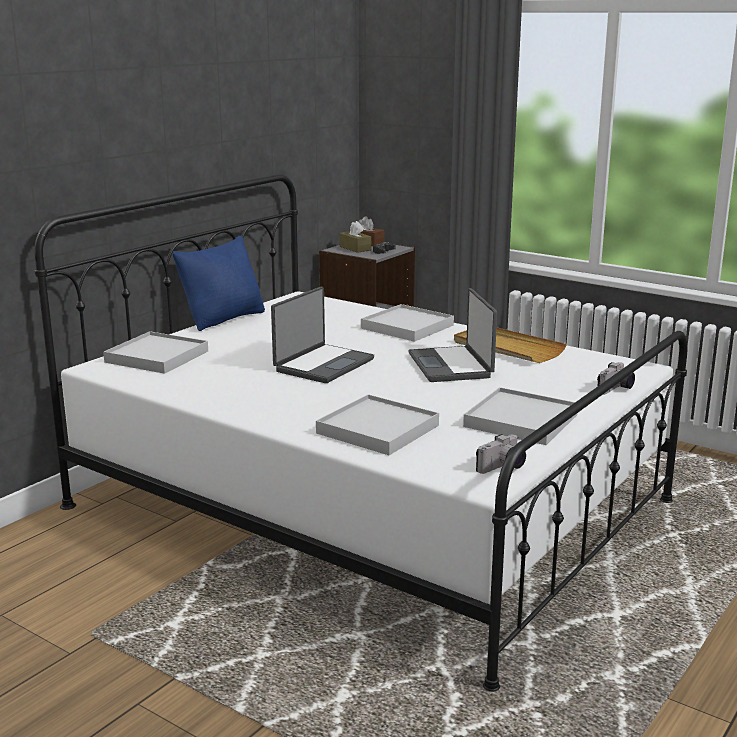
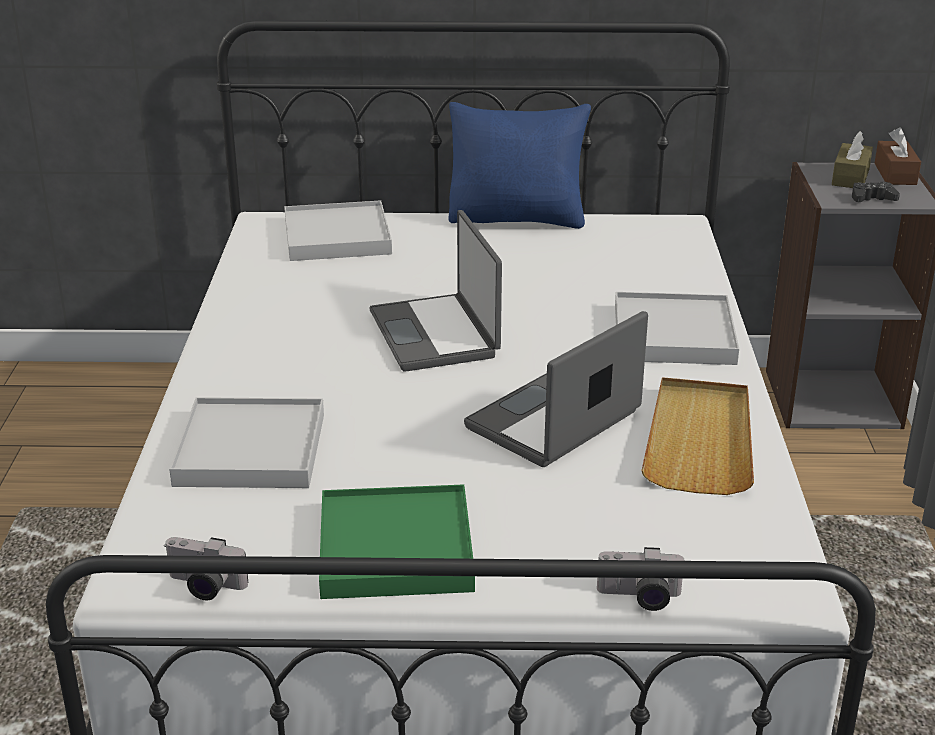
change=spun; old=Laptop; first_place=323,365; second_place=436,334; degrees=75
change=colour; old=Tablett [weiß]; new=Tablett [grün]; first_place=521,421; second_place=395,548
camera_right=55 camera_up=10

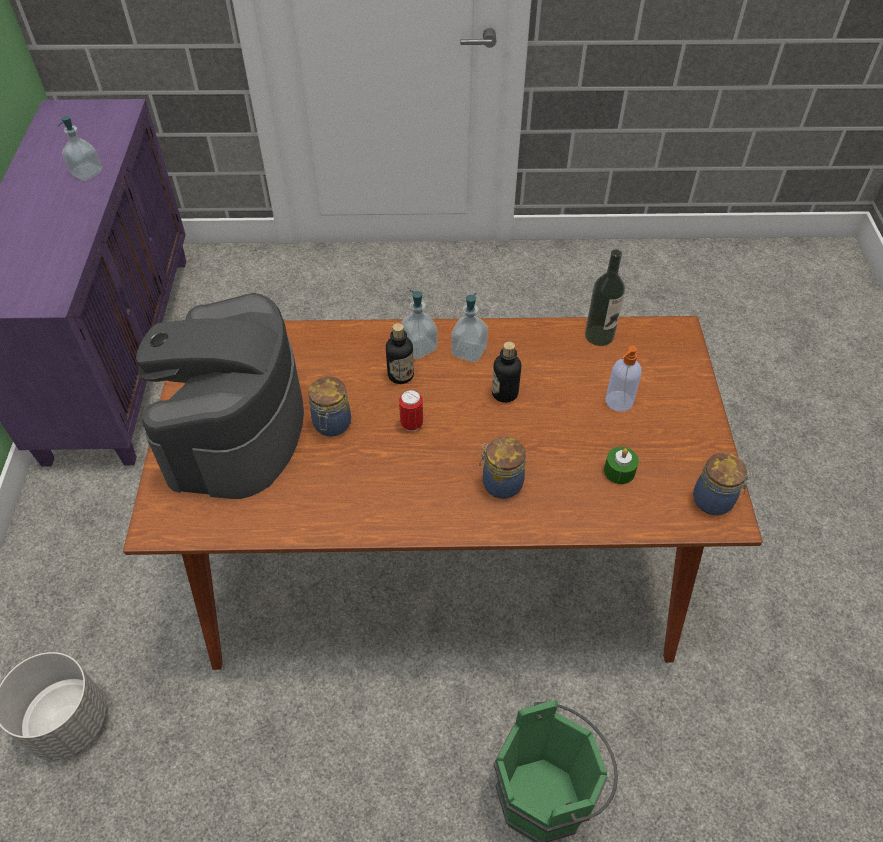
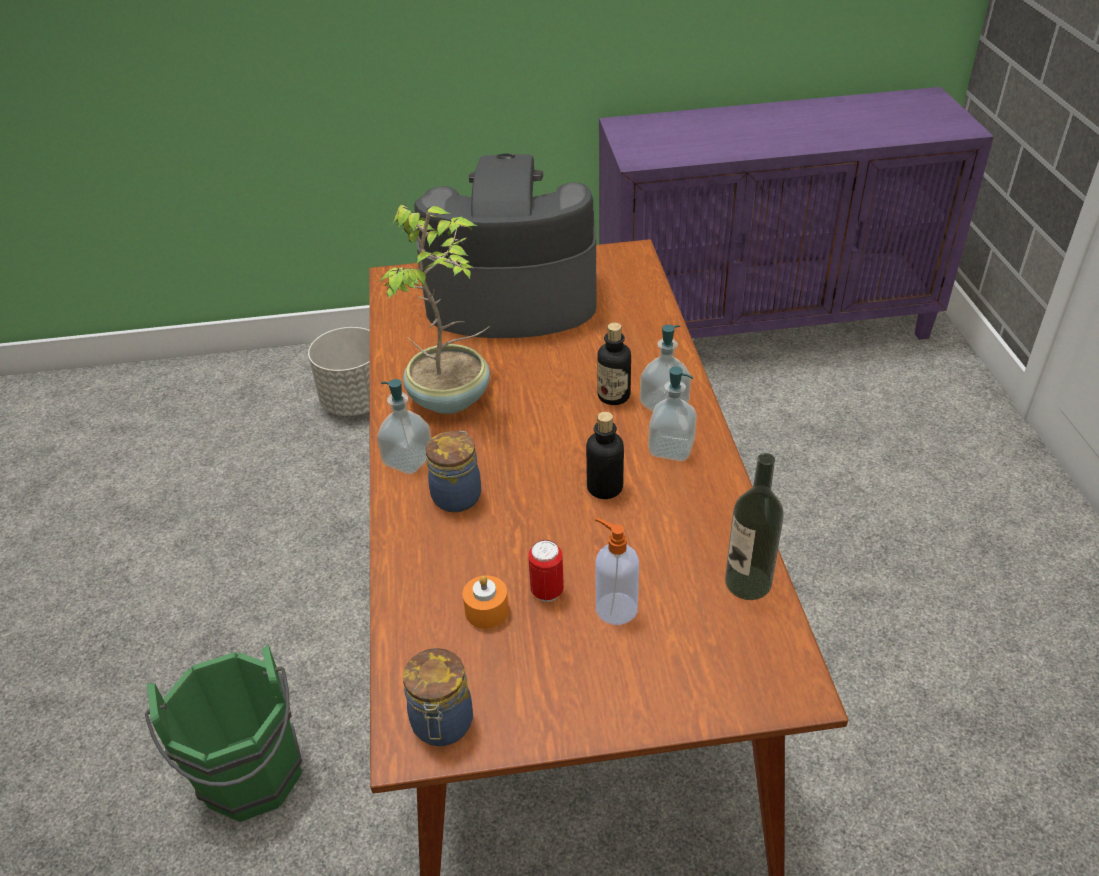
change=relocated; old=Seifenspender; first_place=87,173; second_place=408,460
change=missing; old=Vorratsglas; first_place=331,425
change=relocated; old=Dose; first_place=411,424; second_place=547,591
change=colour; old=Kerze [grün]; new=Kerze [orange]; first_place=619,471; second_place=487,611
change=appeared; new=Topfpflanze; second_place=452,398
camera_right=85 camera_up=-10

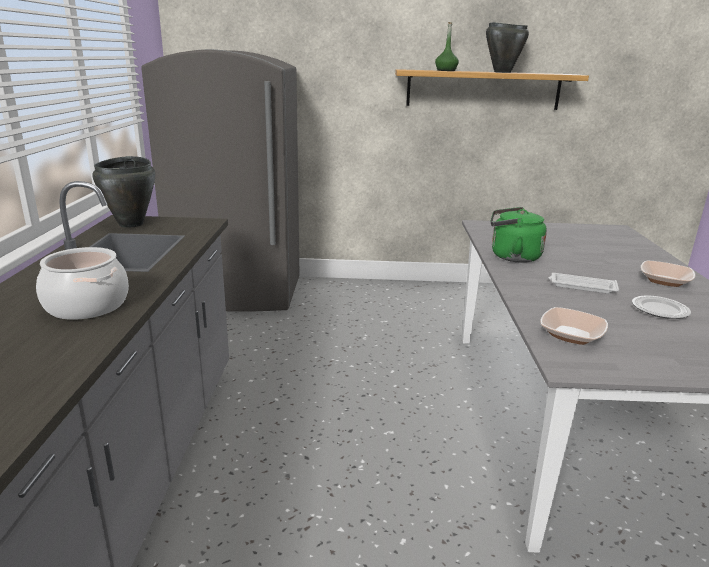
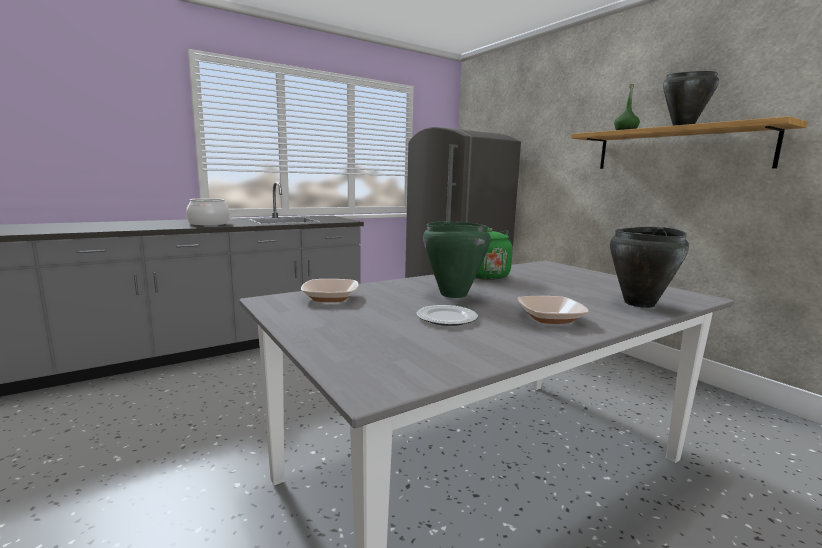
change=relocated; old=Kochtopf [schwarz]; first_place=131,224; second_place=640,303
change=exchanged; old=Tablett [weiß]; new=Kochtopf [grün]; first_place=581,286; second_place=453,294
camera_right=55 camera_up=-10

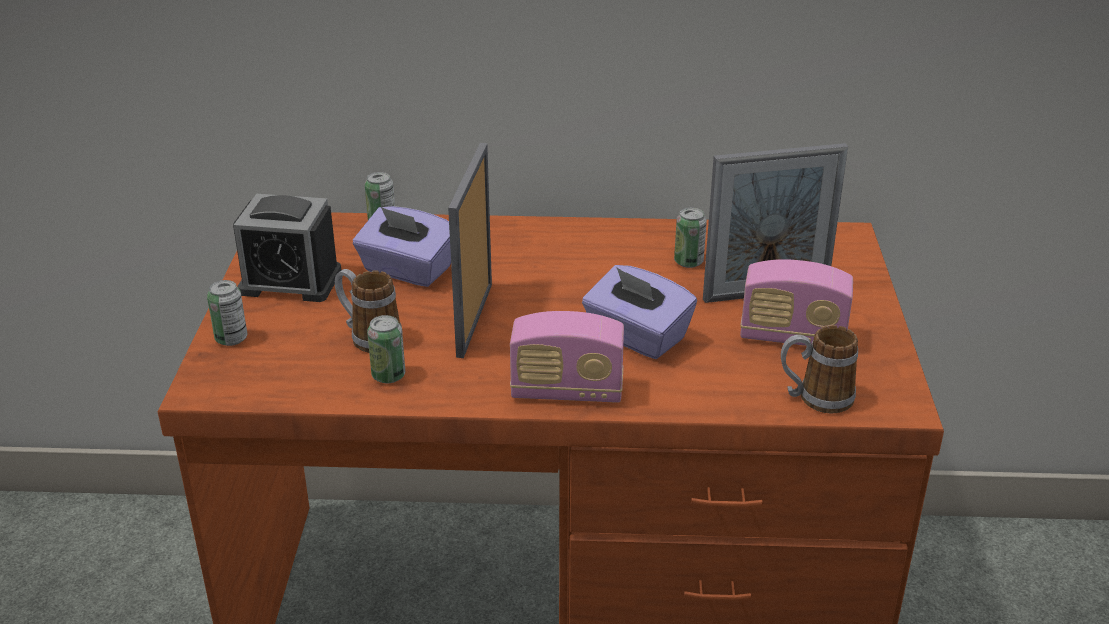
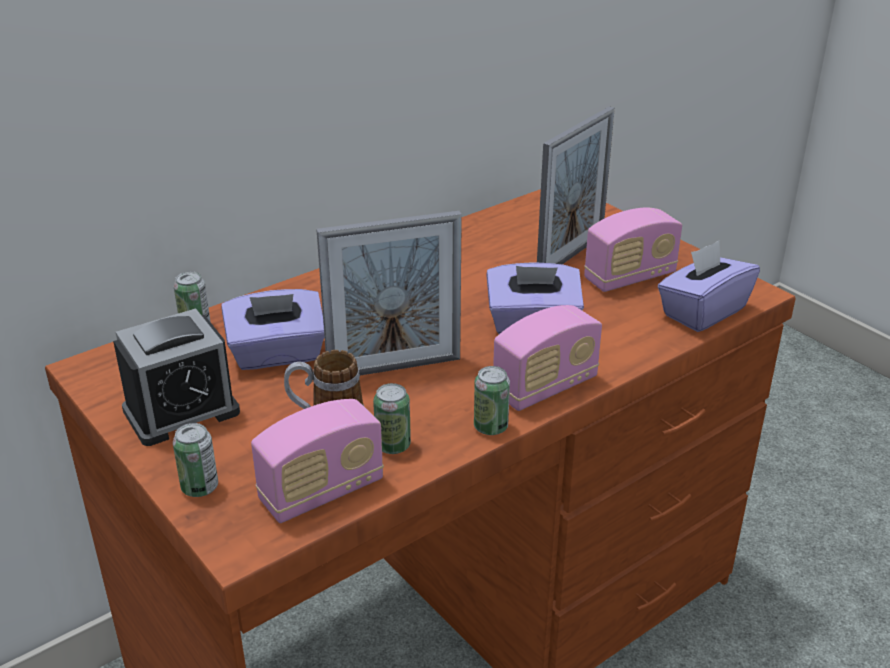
change=spun; old=Bilderrahmen; first_place=474,319; second_place=394,368; degrees=-75
change=relocated; old=Dose; first_place=688,262; second_place=490,427
change=exchanged; old=Henkelbecher; new=Taschentuchbox [lila]; first_place=815,398; second_place=702,312
change=appeared; new=Radio; second_place=321,492
camera_right=-40 camera_up=0

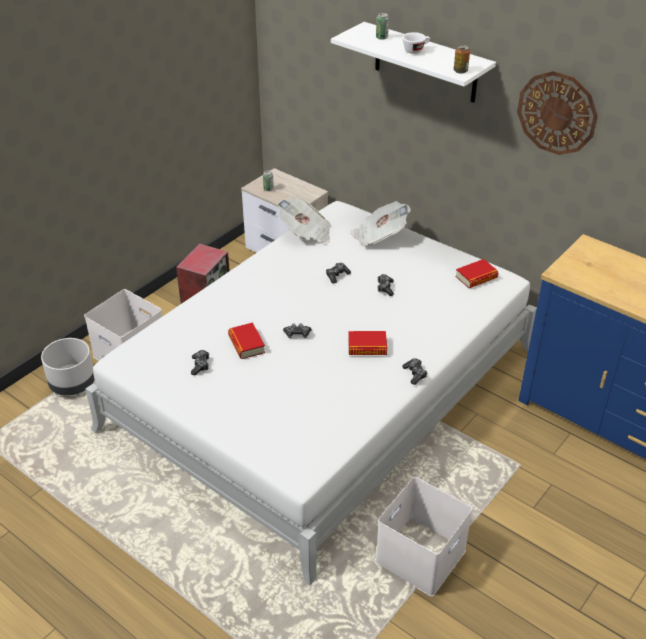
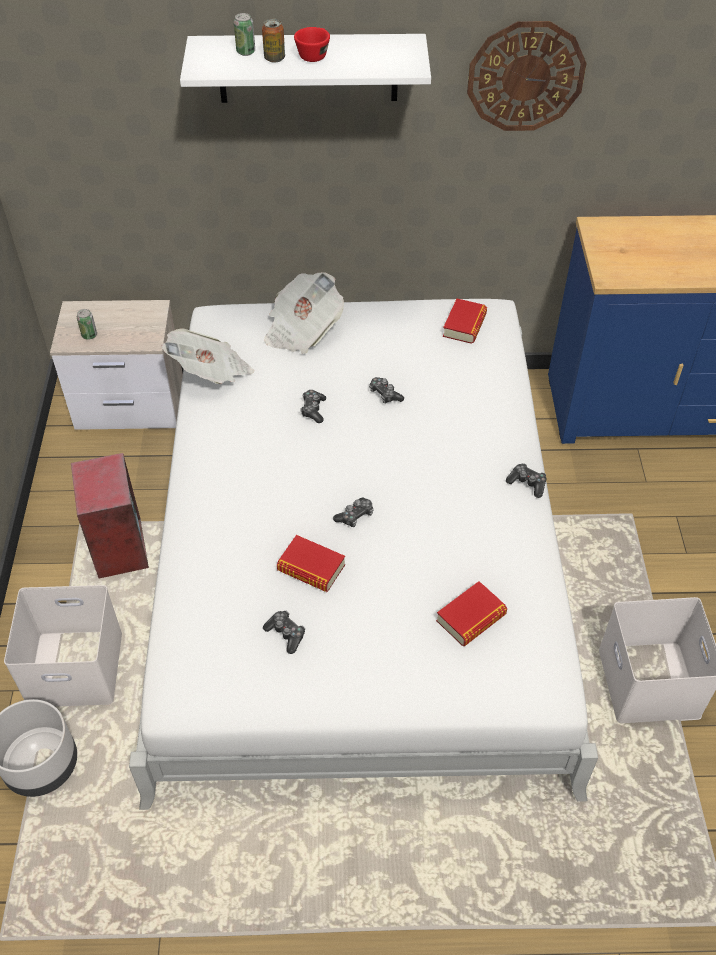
change=relocated; old=Buch; first_place=367,347; second_place=471,618
change=colour; old=Tasse [weiß]; new=Tasse [rot]; first_place=416,50; second_place=314,54
change=relocated; old=Dose; first_place=460,71; second_place=274,58
camera_right=-40 camera_up=10

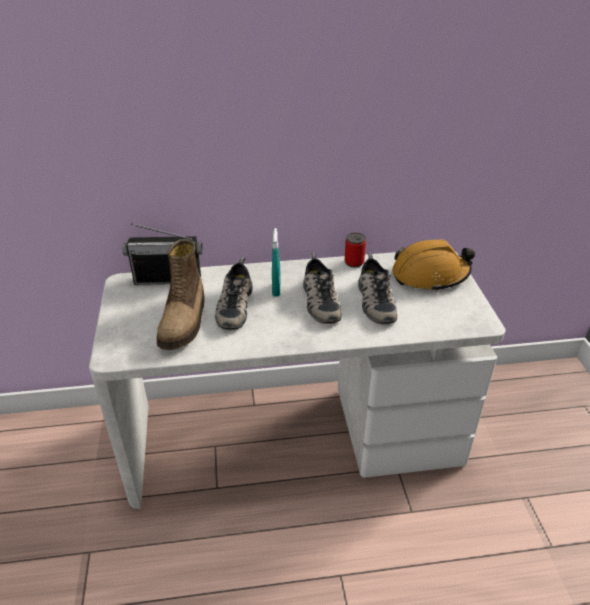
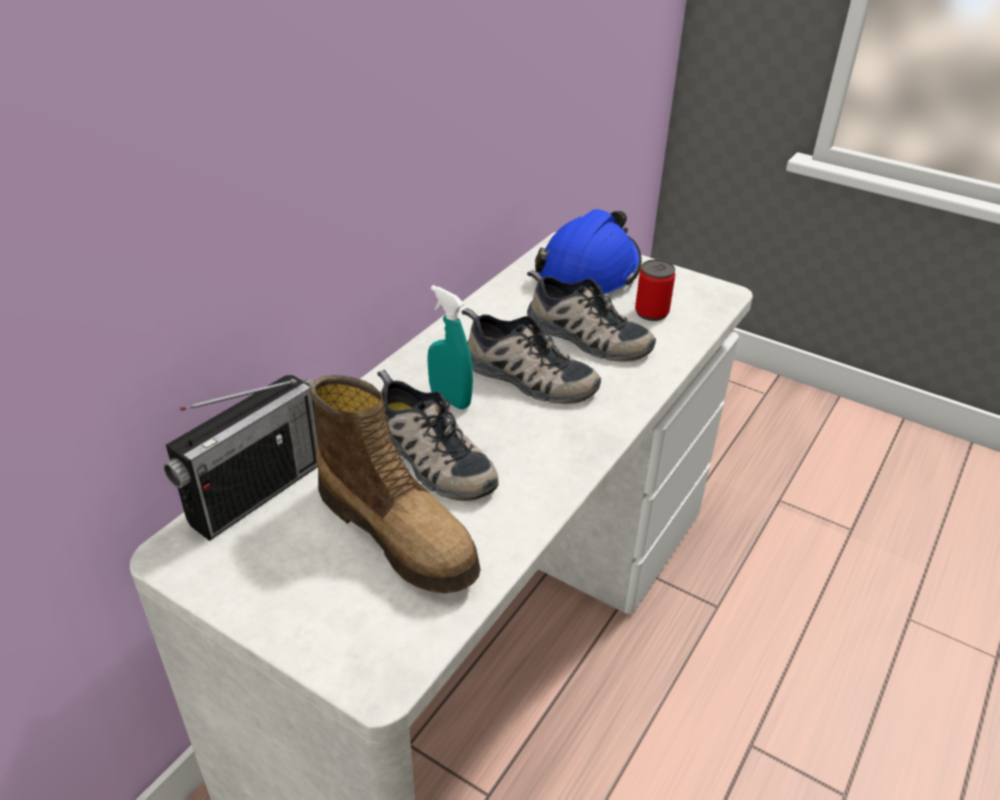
change=relocated; old=Dose; first_place=354,262; second_place=651,312
change=colour; old=Schutzhelm [orange]; new=Schutzhelm [blau]; first_place=430,275; second_place=589,272
camera_right=-50 camera_up=0

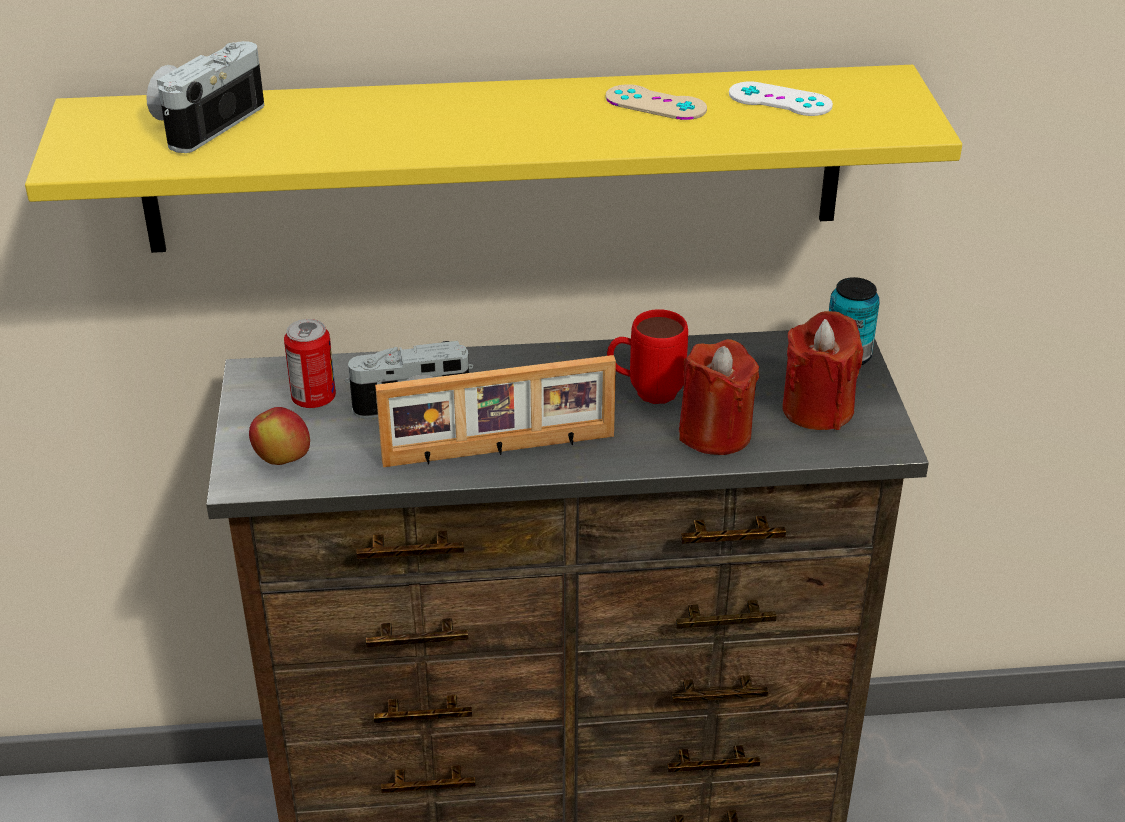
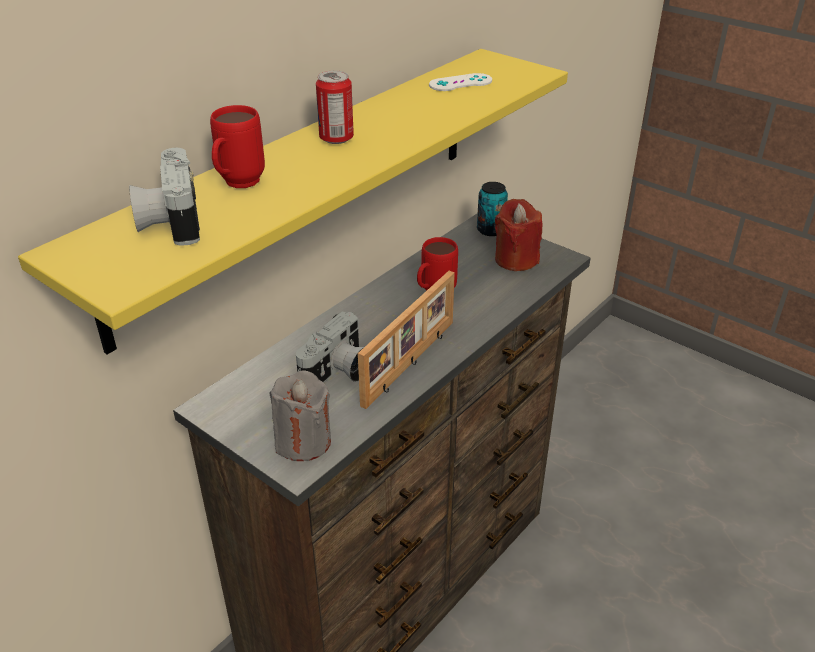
change=exchanged; old=Apfel; new=Kerze [grau]; first_place=282,459; second_place=303,441
change=relocated; old=Dose; first_place=314,399; second_place=336,139
change=missing; old=Gamepad [beige]; first_place=655,103
change=missing; old=Kerze [rot]; first_place=715,433
change=appeared; new=Henkelbecher [rot]; second_place=237,185
camera_right=-45 camera_up=0

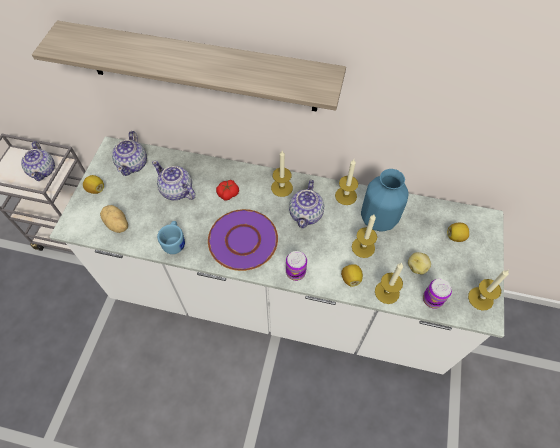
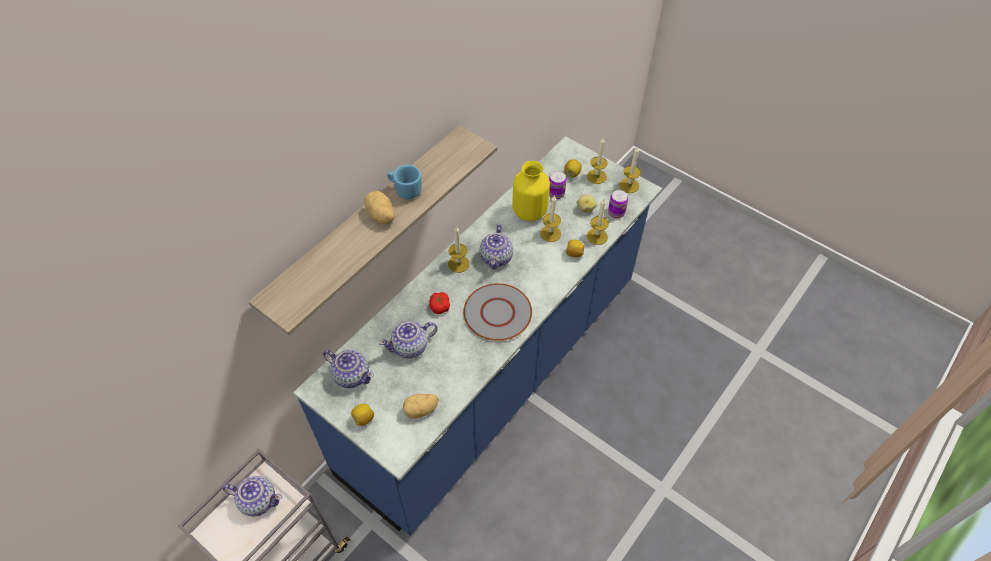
change=colour; old=Küchenzeile [weiß]; new=Küchenzeile [blau]; first_place=280,300; second_place=494,376
change=relocated; old=Henkelbecher [blau]; first_place=175,242; second_place=405,190
change=colour; old=Teller [lila]; new=Teller [grau]; first_place=242,240; second_place=497,313
change=relocated; old=Dose; first_place=295,272; second_place=556,193
change=spun; old=Teekanne; first_place=306,214; second_place=496,257; degrees=60
change=relocated; old=Kerze; first_place=346,196; second_place=596,176
change=colour; old=Vase [blau]; new=Vase [gelb]; first_place=378,219; second_place=530,212
change=appeared; new=Kartoffel; second_place=380,216
camera_right=-65 camera_up=-5

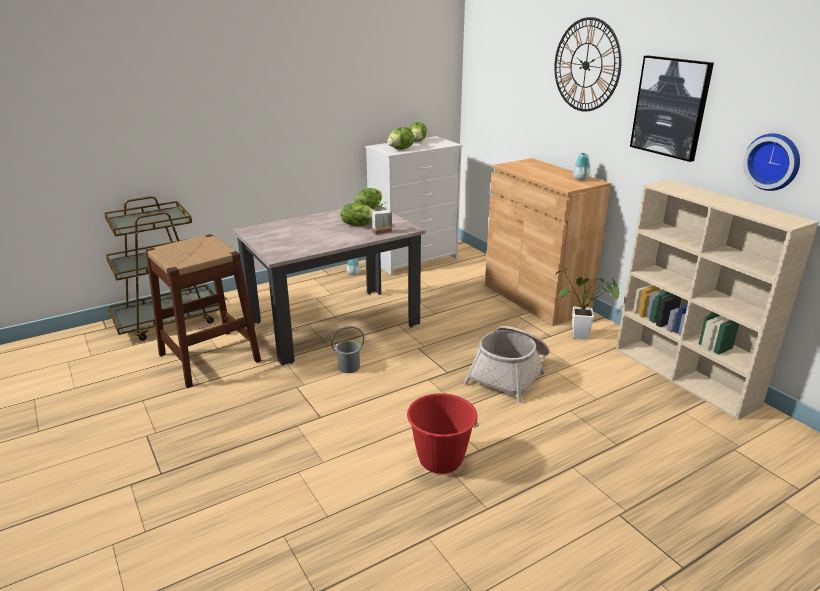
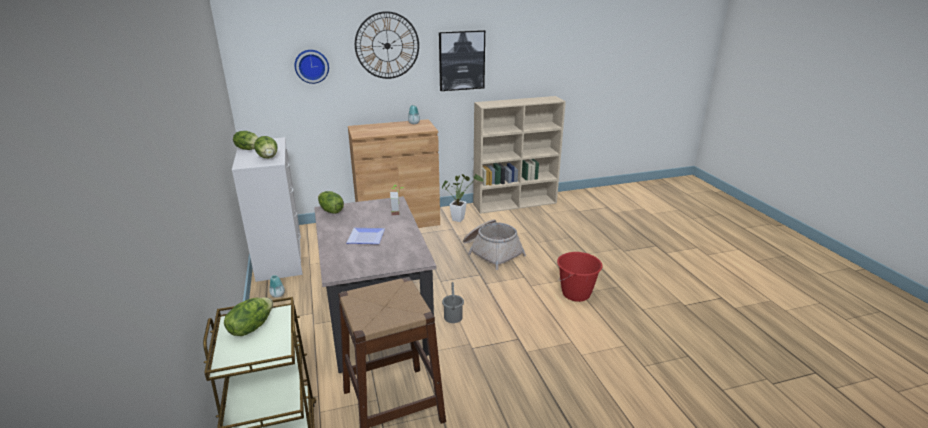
change=relocated; old=Salatkopf; first_place=359,225; second_place=251,327
change=relocated; old=Wanduhr; first_place=773,161; second_place=311,66
change=appeared; new=Teller; second_place=365,237
camera_right=-75 camera_up=0

